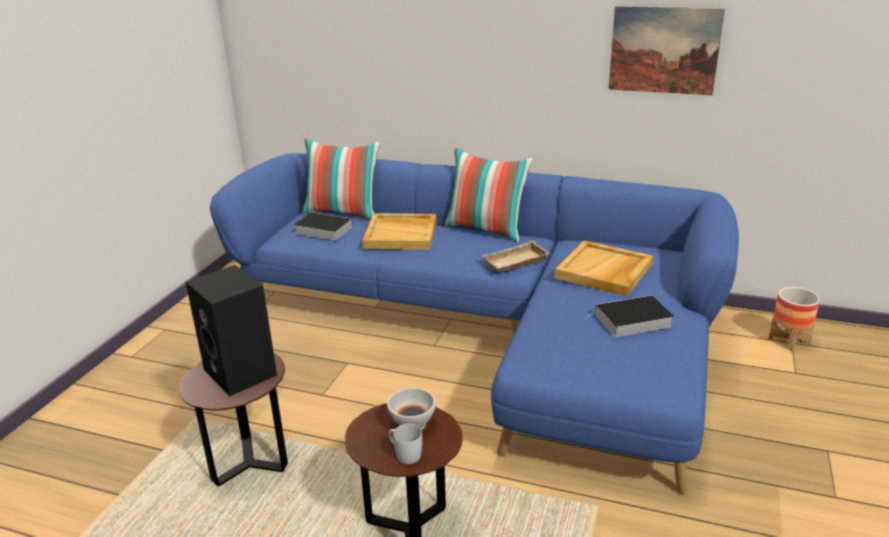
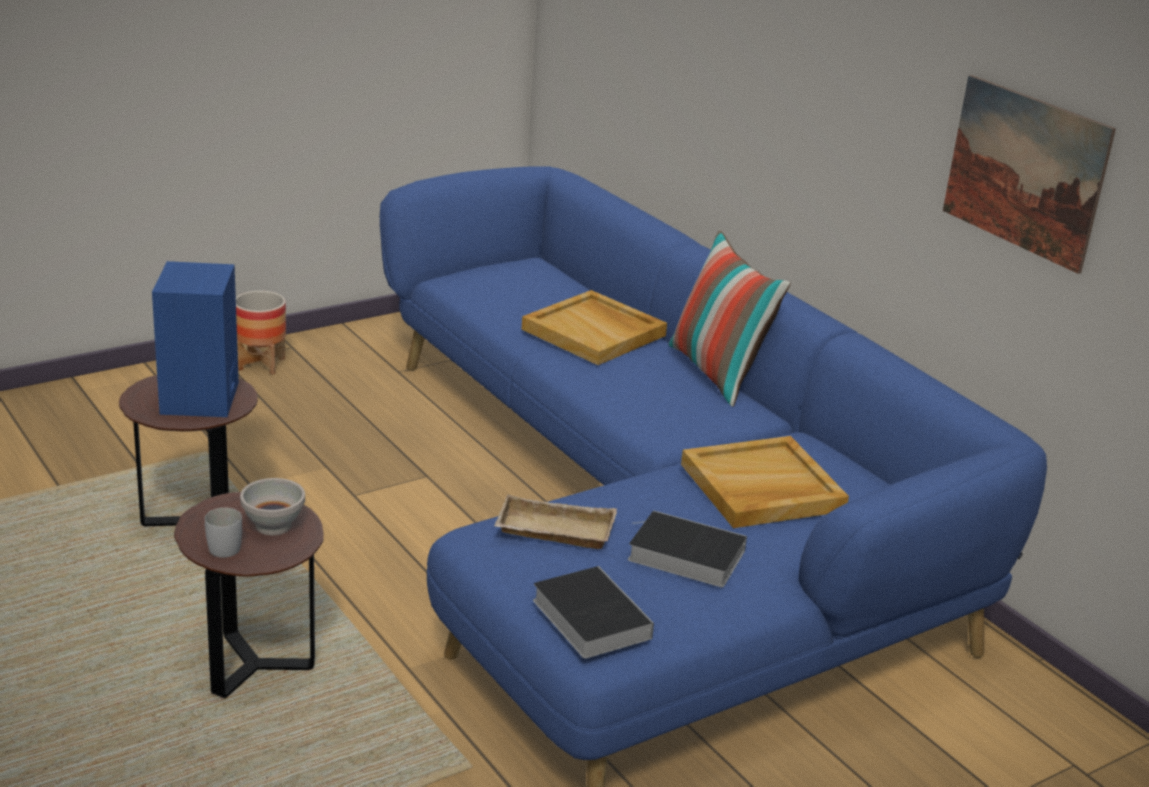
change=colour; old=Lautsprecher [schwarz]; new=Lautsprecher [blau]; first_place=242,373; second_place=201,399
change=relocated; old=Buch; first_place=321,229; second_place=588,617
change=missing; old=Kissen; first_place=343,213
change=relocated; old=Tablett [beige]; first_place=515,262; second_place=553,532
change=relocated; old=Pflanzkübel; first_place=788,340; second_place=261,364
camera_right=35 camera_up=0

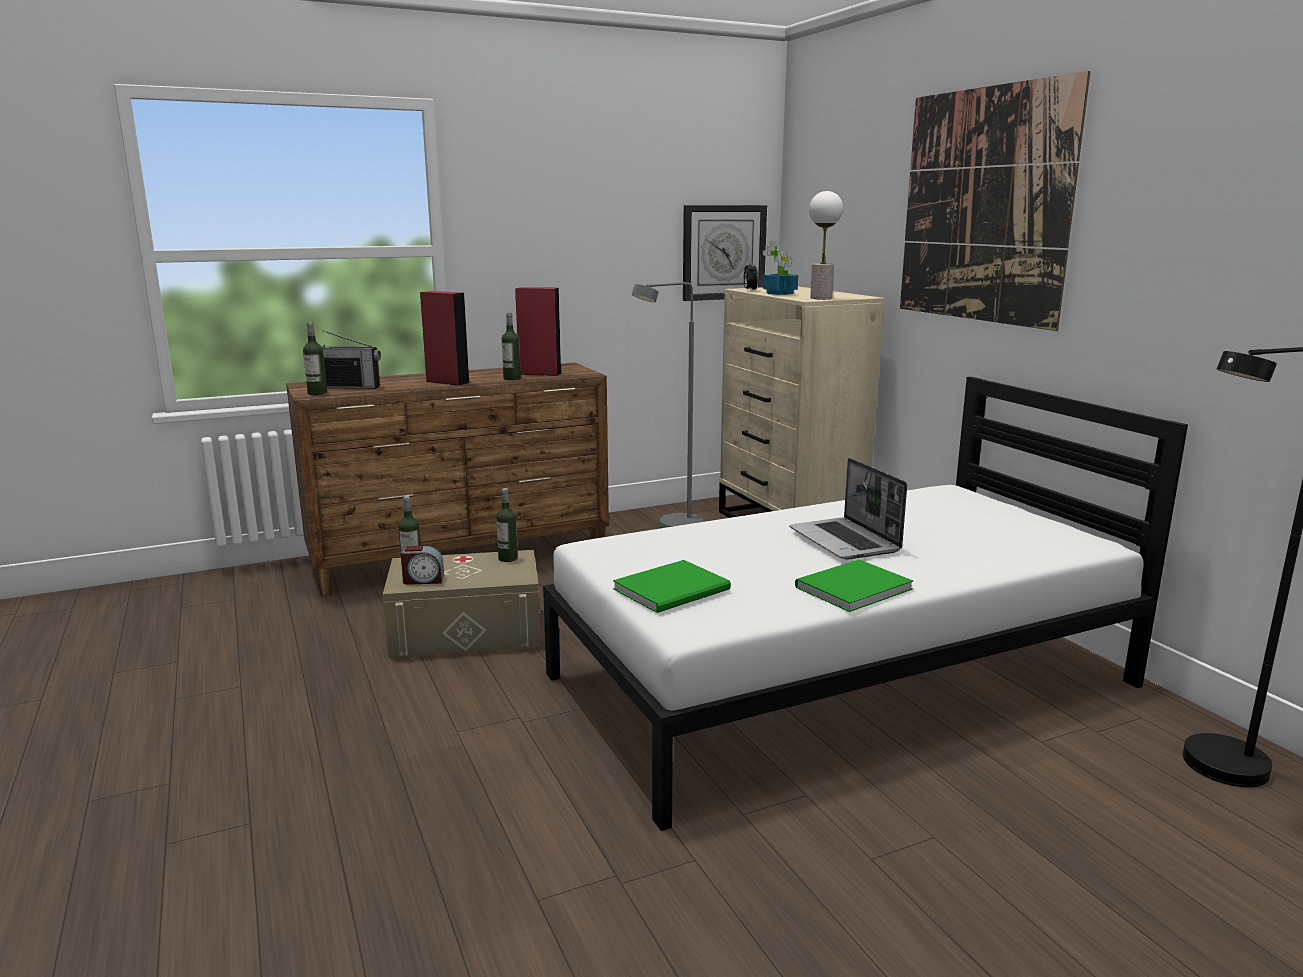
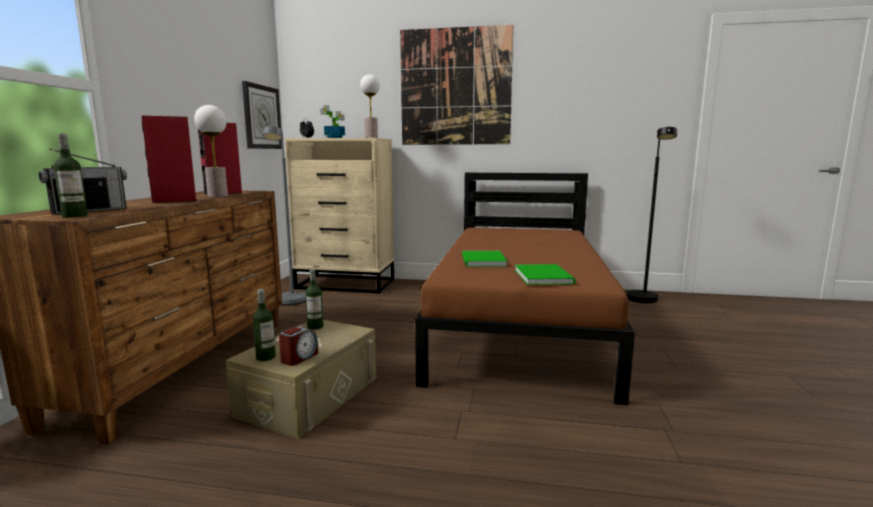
change=exchanged; old=Flasche; new=Tischlampe; first_place=512,378; second_place=218,196
change=colour; old=Bett [weiß]; new=Bett [braun]; first_place=841,680; second_place=520,325
change=missing; old=Laptop; first_place=845,541
change=relocated; old=Buch [grün]; first_place=849,588; second_place=482,261
camera_right=-55 camera_up=-5

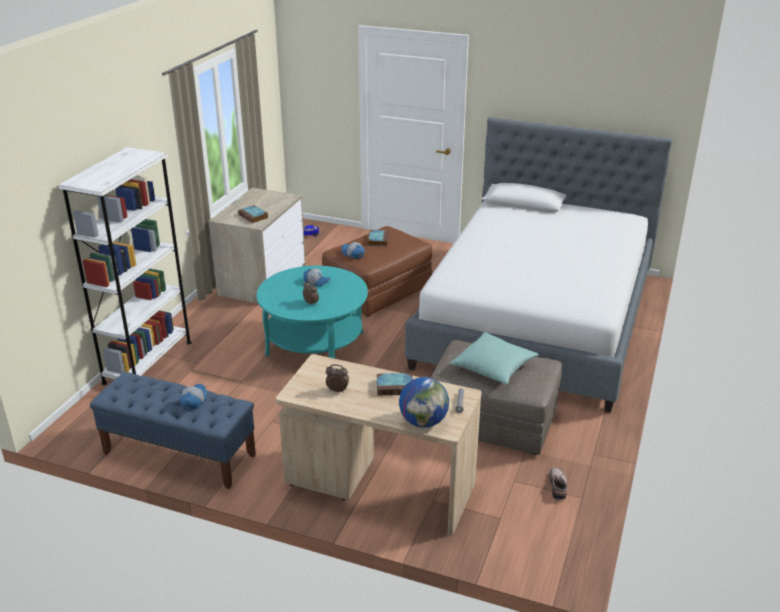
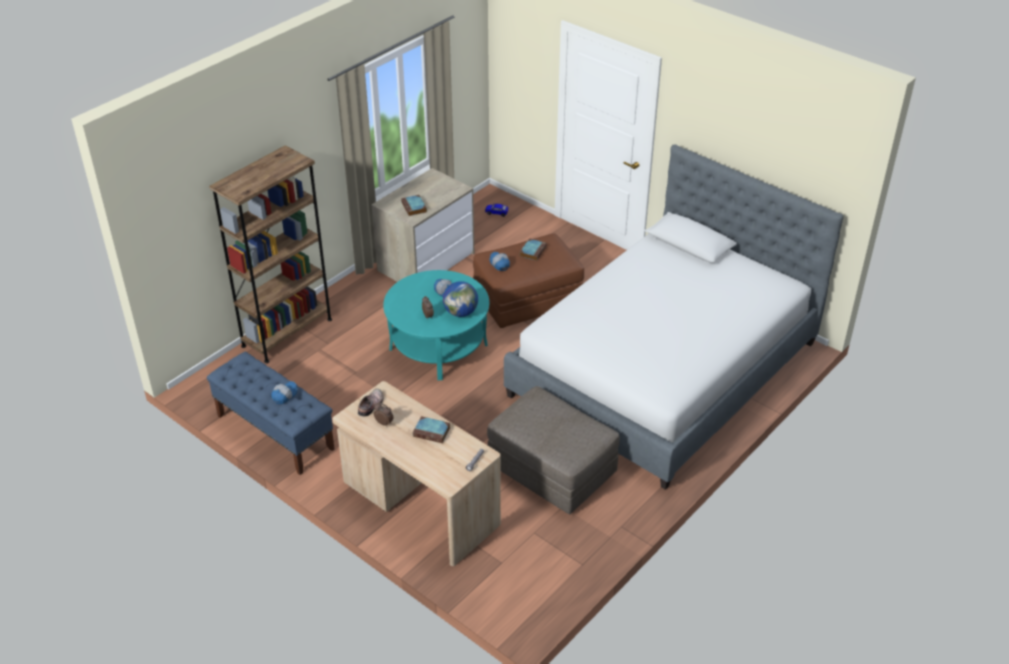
change=colour; old=Bücherregal [weiß]; new=Bücherregal [braun]; first_place=148,362; second_place=287,332
change=relocated; old=Globus; first_place=423,422; second_place=461,312
change=missing; old=Kissen [türkis]; first_place=493,367
change=relocated; old=Schuh; first_place=559,486; second_place=372,405
camera_right=20 camera_up=10

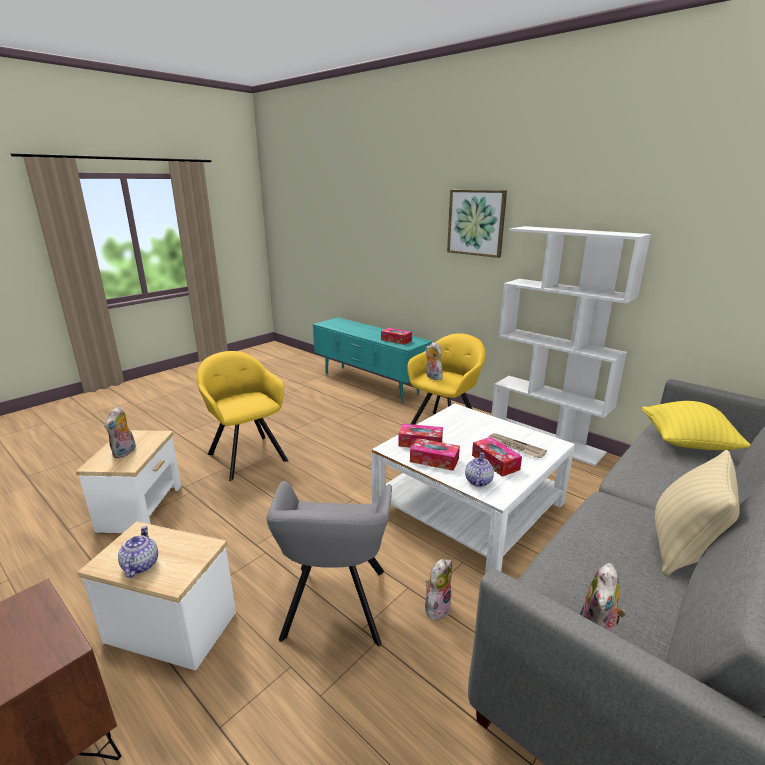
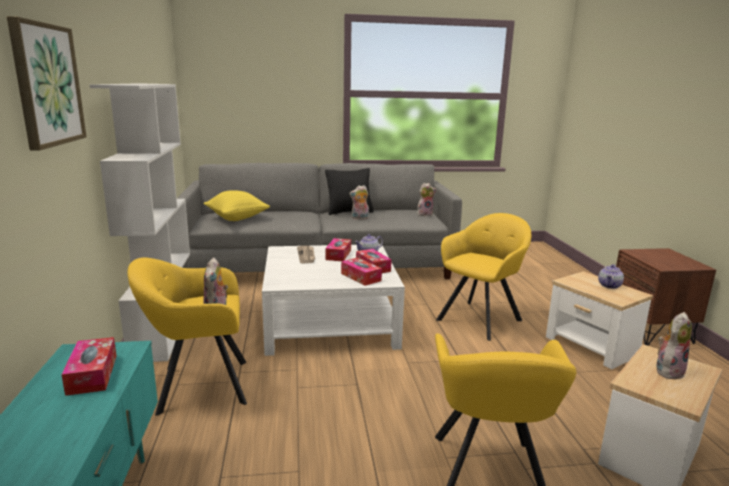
change=colour; old=Sessel [grau]; new=Sessel [gelb]; first_place=334,608; second_place=481,318
change=relocated; old=Plüschtier; first_place=436,607; second_place=359,218
change=colour; old=Kissen [beige]; new=Kissen [schwarz]; first_place=683,548; second_place=349,212
camera_right=-140 camera_up=-5

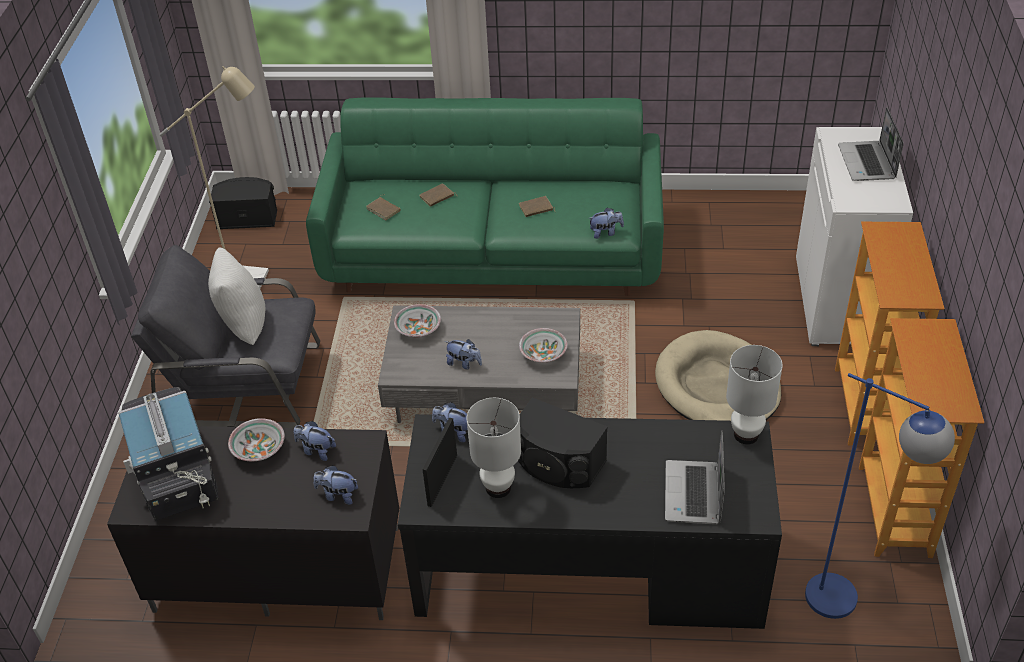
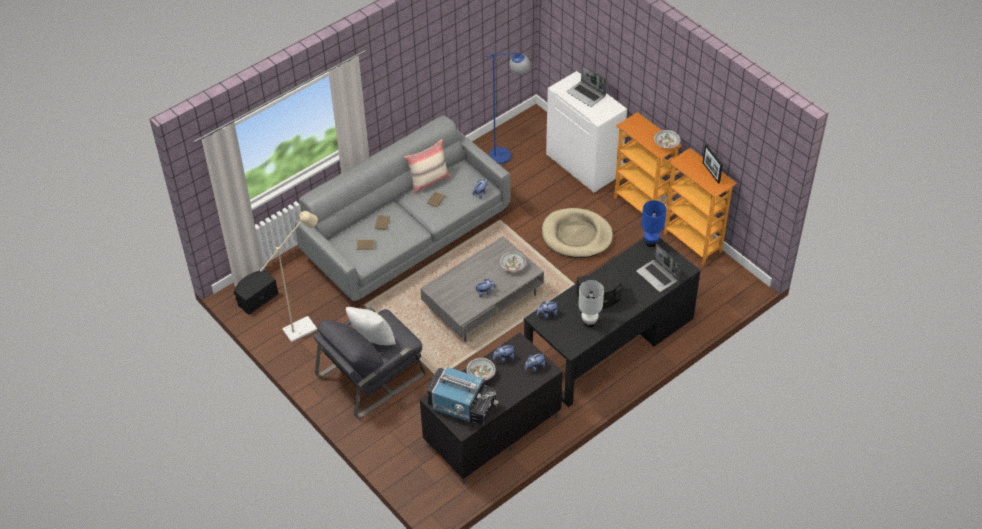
change=colour; old=Sofa [grün]; new=Sofa [grau]; first_place=493,249; second_place=406,235
change=relocated; old=Schüssel; first_place=418,330; second_place=666,144
change=relocated; old=Bilderrahmen; first_place=442,480; second_place=711,172
change=colour; old=Tischlampe [weiß]; new=Tischlampe [blau]; first_place=746,434; second_place=651,242
change=relocated; old=Stehlampe [blau]; first_place=848,605; second_place=507,155
change=appeared; new=Kissen [beige]; second_place=429,181
camera_right=-45 camera_up=5

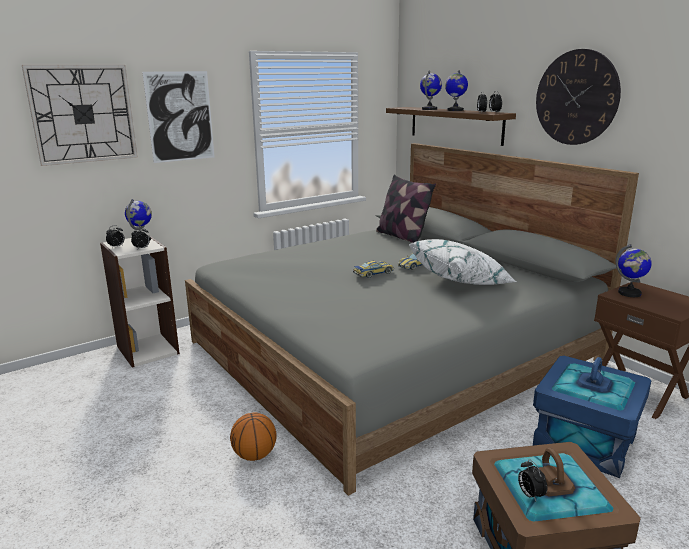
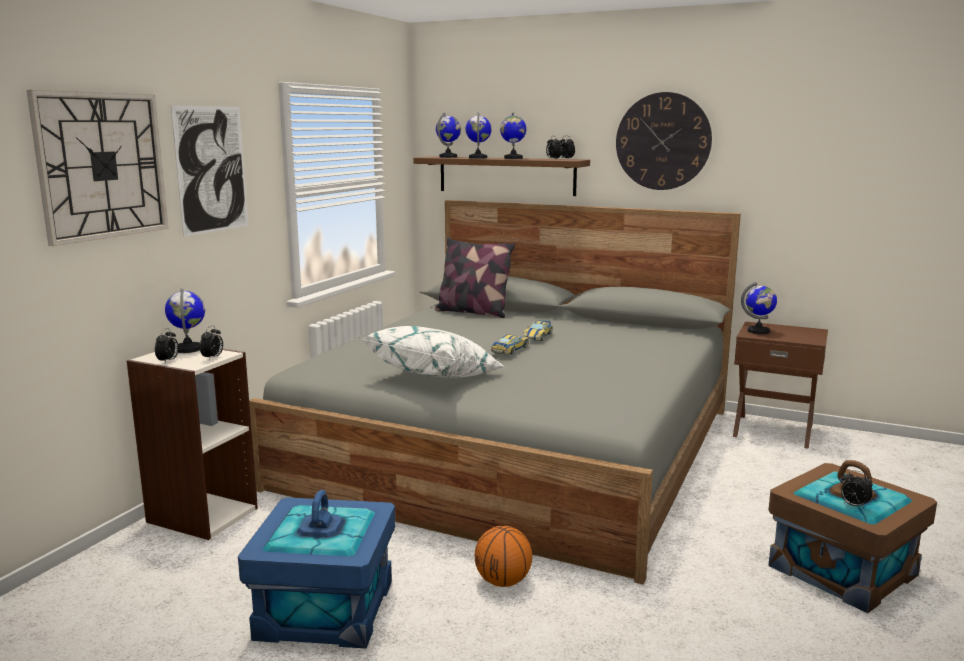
change=relocated; old=Kissen [weiß]; first_place=460,281; second_place=436,377
change=relocated; old=Aufbewahrungsbox [blau]; first_place=585,441; second_place=326,609
change=appeared; new=Globus; second_place=448,157
camera_right=-30 camera_up=-5

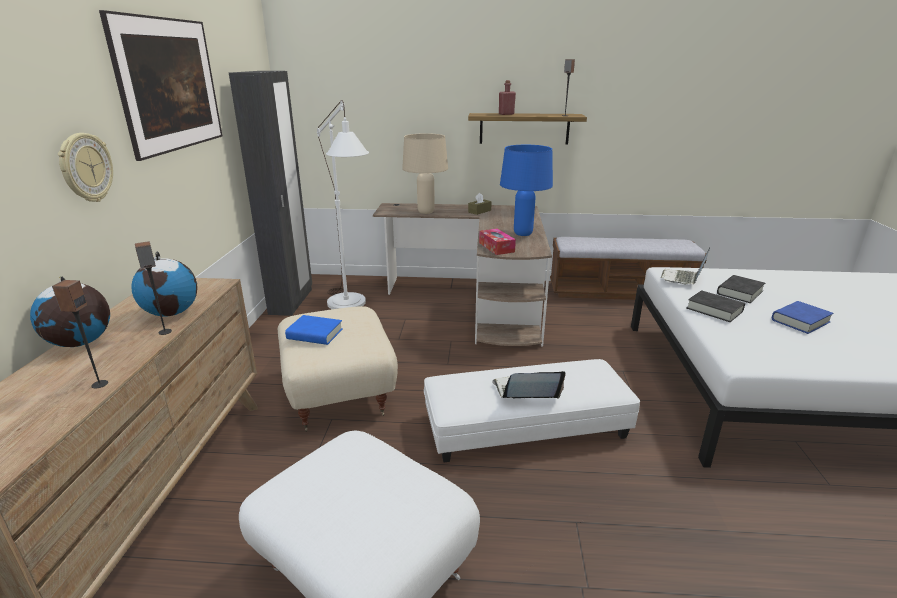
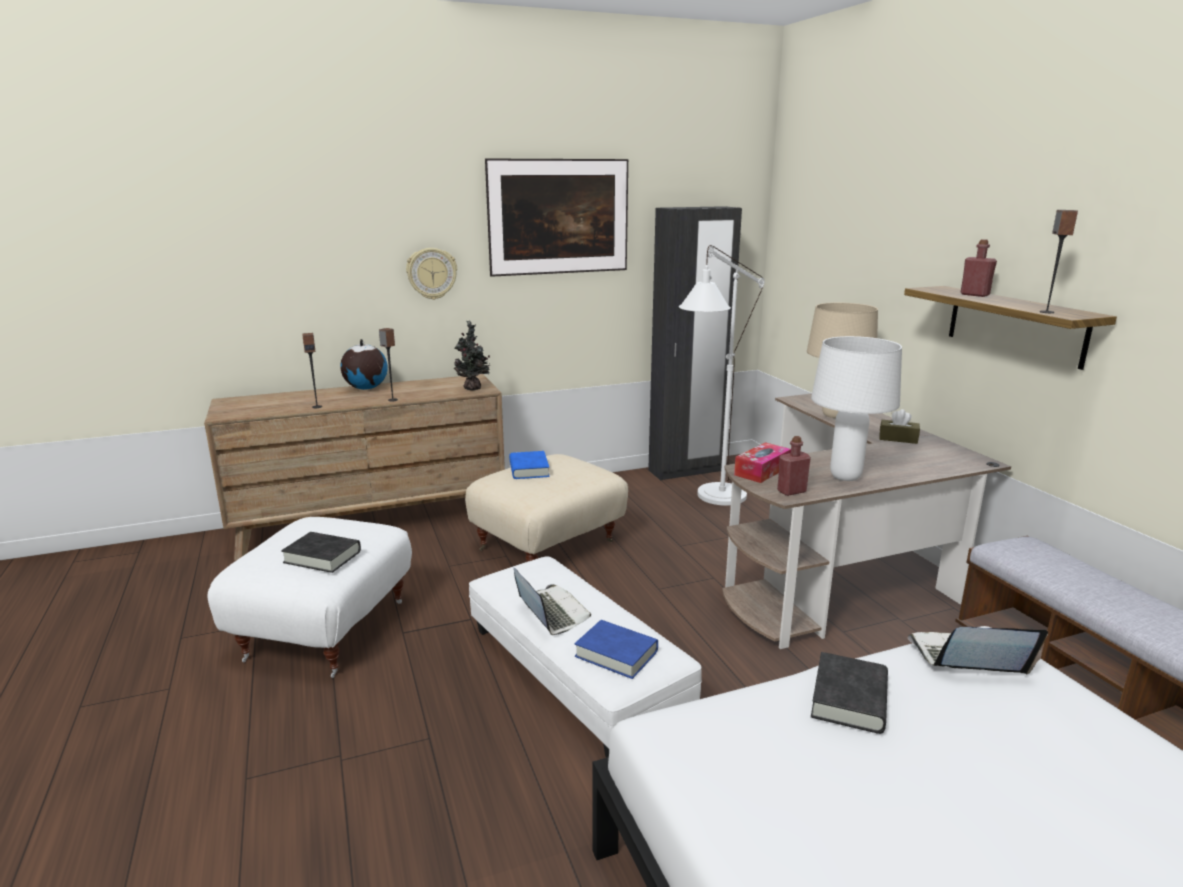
change=missing; old=Globus; first_place=172,313
change=colour; old=Tischlampe [blau]; new=Tischlampe [weiß]; first_place=522,234; second_place=845,476
change=relocated; old=Buch [schwarz]; first_place=739,292; second_place=322,557
change=relocated; old=Buch [blau]; first_place=800,321; second_place=616,654
change=appeared; new=Topfpflanze; second_place=473,389
change=appeared; new=Flasche [rot]; second_place=791,491
camera_right=65 camera_up=-5

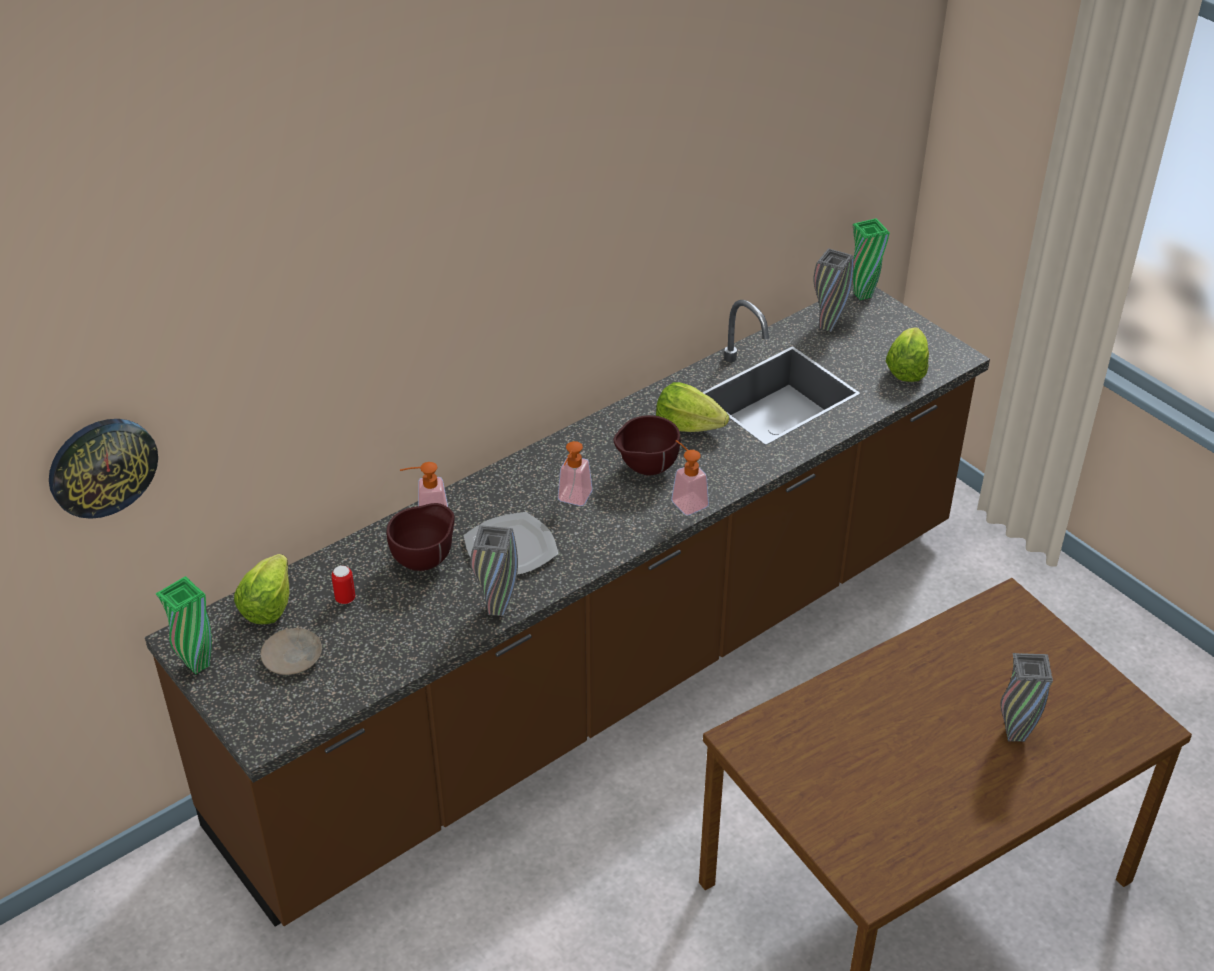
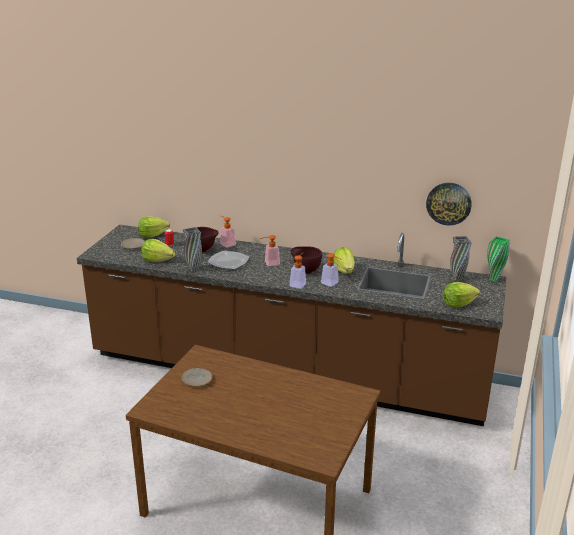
change=relocated; old=Wanduhr; first_place=102,466; second_place=448,203
change=missing; old=Vase [grün]; first_place=198,665
change=missing; old=Vase [grau]; first_place=1015,734
change=appeared; new=Salatkopf; second_place=157,260
change=appeared; new=Teller [beige]; second_place=197,380
change=appeared; new=Seifenspender; second_place=332,284
camera_right=55 camera_up=-15

